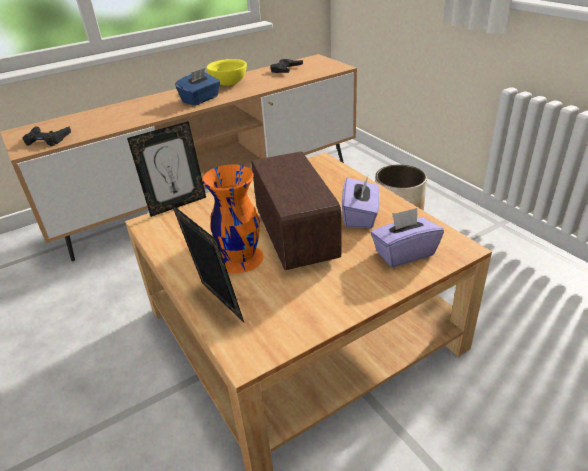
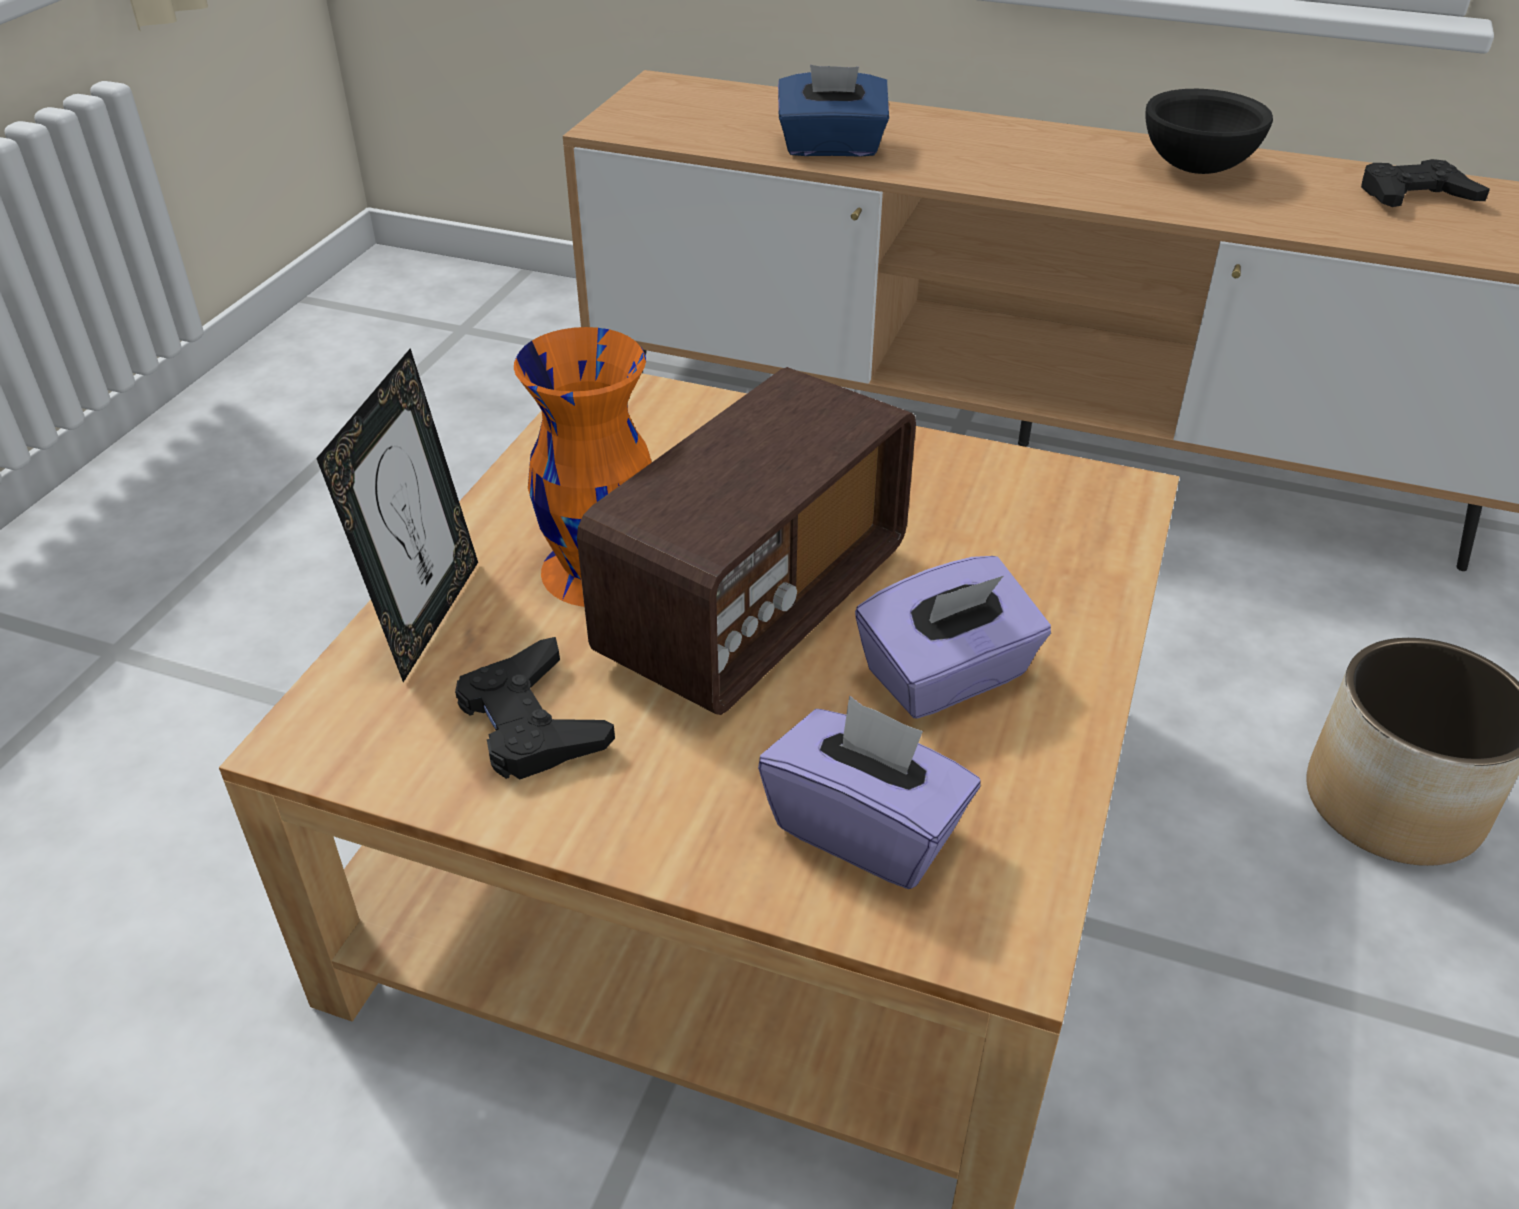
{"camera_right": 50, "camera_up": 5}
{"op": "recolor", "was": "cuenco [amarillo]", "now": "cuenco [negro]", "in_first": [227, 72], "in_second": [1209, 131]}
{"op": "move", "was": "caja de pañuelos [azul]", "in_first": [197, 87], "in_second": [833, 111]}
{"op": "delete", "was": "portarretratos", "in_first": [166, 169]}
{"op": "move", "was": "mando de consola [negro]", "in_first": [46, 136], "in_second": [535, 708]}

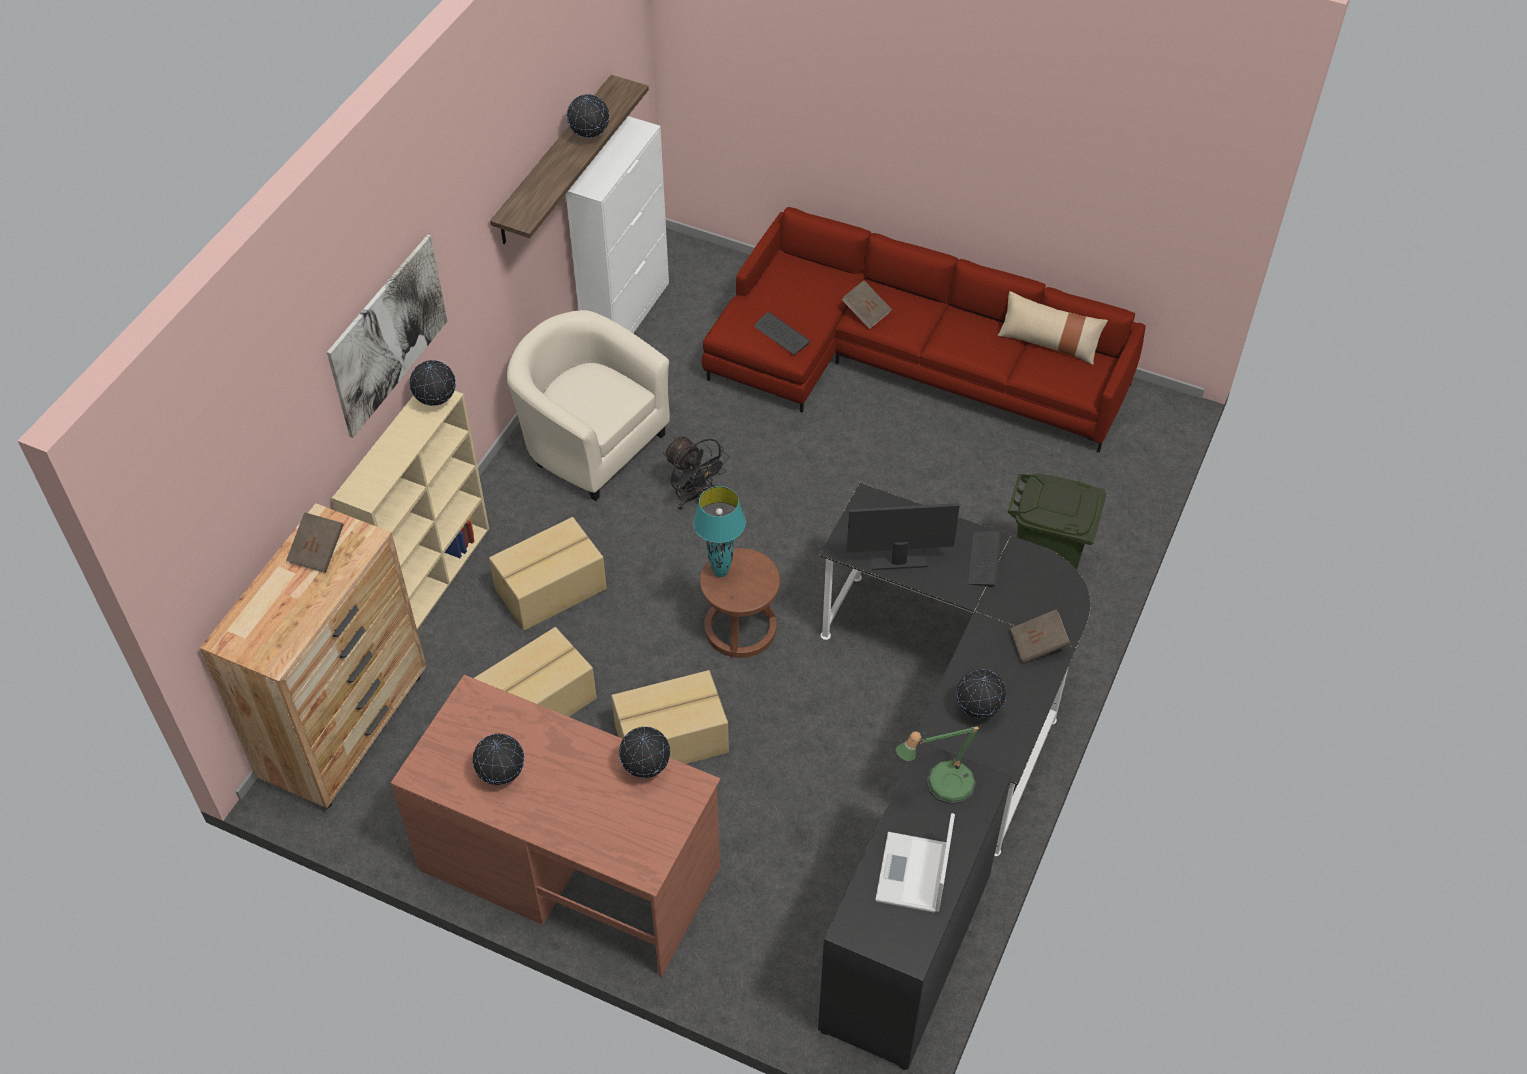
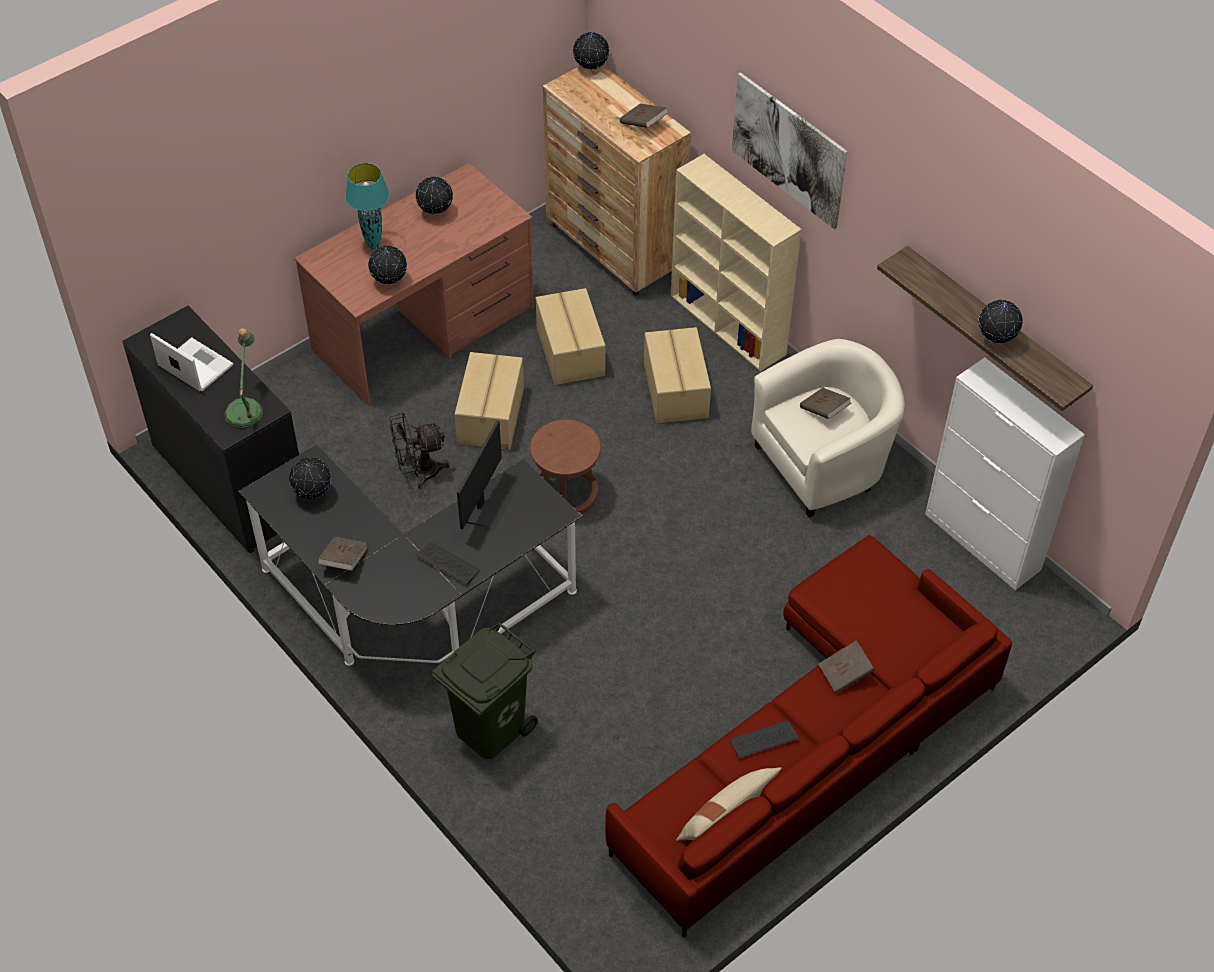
{"camera_right": 115, "camera_up": 0}
{"op": "move", "was": "teclado", "in_first": [782, 333], "in_second": [764, 739]}
{"op": "move", "was": "globo terráqueo", "in_first": [433, 383], "in_second": [591, 51]}
{"op": "move", "was": "ventilador [negro]", "in_first": [696, 473], "in_second": [419, 451]}
{"op": "move", "was": "lámpara de mesa [turquesa]", "in_first": [719, 531], "in_second": [367, 206]}
{"op": "insert", "now": "libro [marrón]", "in_second": [826, 403]}

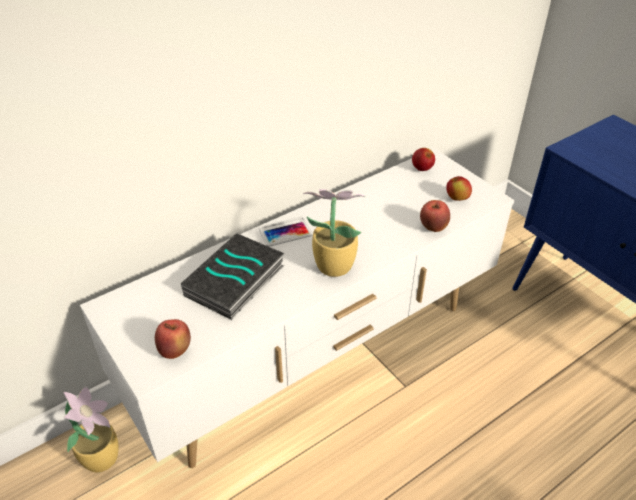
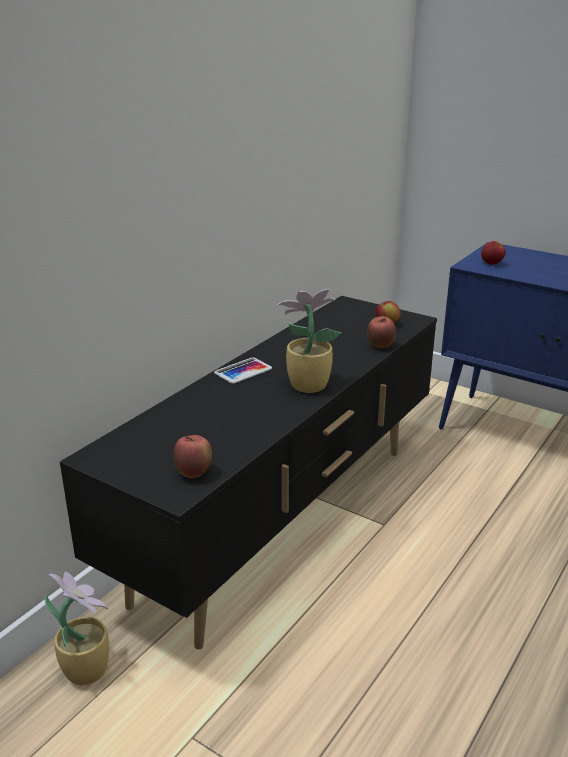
{"camera_right": -20, "camera_up": -15}
{"op": "recolor", "was": "mueble de televisión [blanco]", "now": "mueble de televisión [negro]", "in_first": [297, 308], "in_second": [248, 473]}
{"op": "move", "was": "manzana", "in_first": [423, 159], "in_second": [493, 253]}
{"op": "delete", "was": "libro", "in_first": [232, 276]}

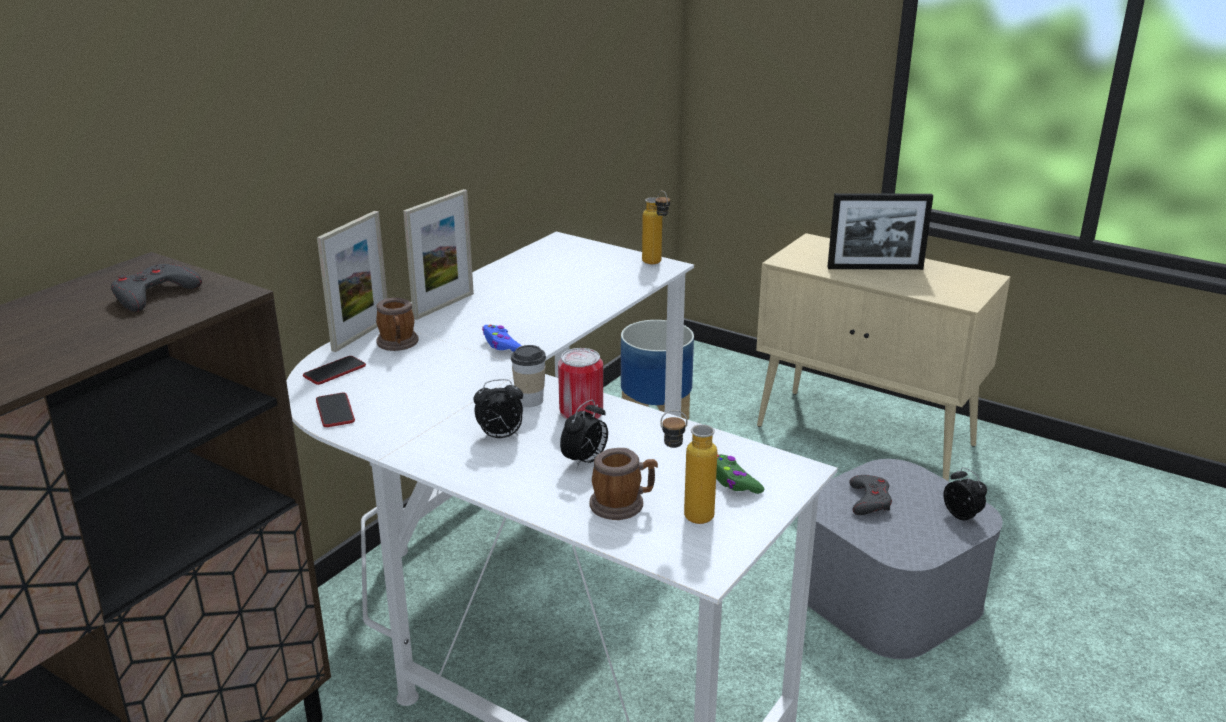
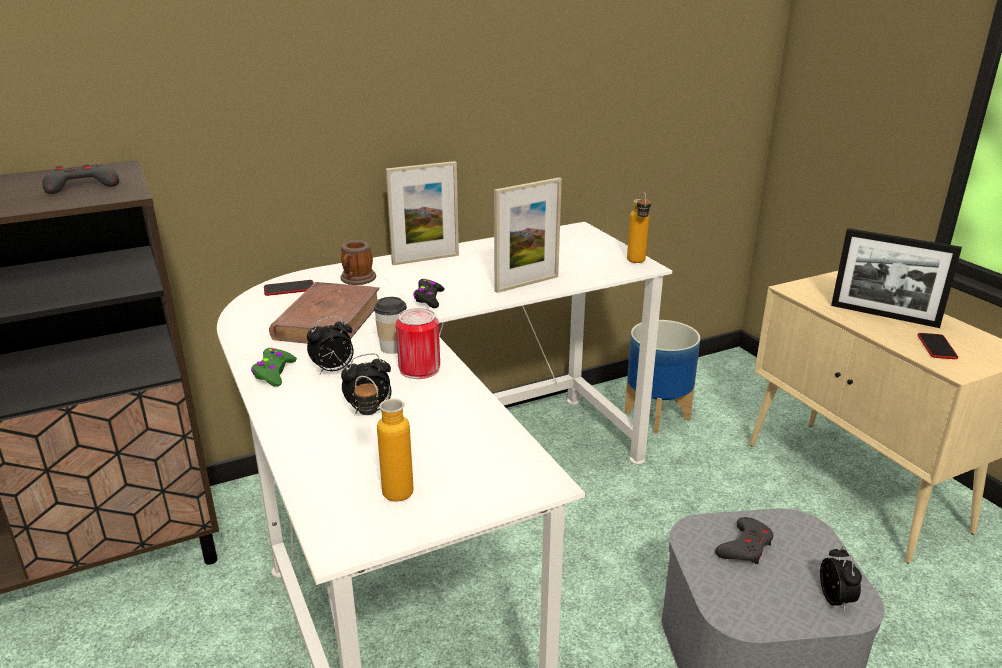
{"camera_right": 30, "camera_up": 0}
{"op": "move", "was": "portarretratos", "in_first": [352, 281], "in_second": [528, 235]}
{"op": "recolor", "was": "mando de consola [azul]", "now": "mando de consola [negro]", "in_first": [501, 338], "in_second": [429, 293]}
{"op": "rotate", "was": "despertador", "in_first": [498, 409], "in_second": [330, 345], "clockwise": -45}
{"op": "move", "was": "móvil", "in_first": [335, 410], "in_second": [938, 346]}
{"op": "delete", "was": "taza grande", "in_first": [623, 484]}
{"op": "move", "was": "mando de consola [verde]", "in_first": [740, 474], "in_second": [274, 367]}
{"op": "insert", "now": "libro [marrón]", "in_second": [324, 313]}

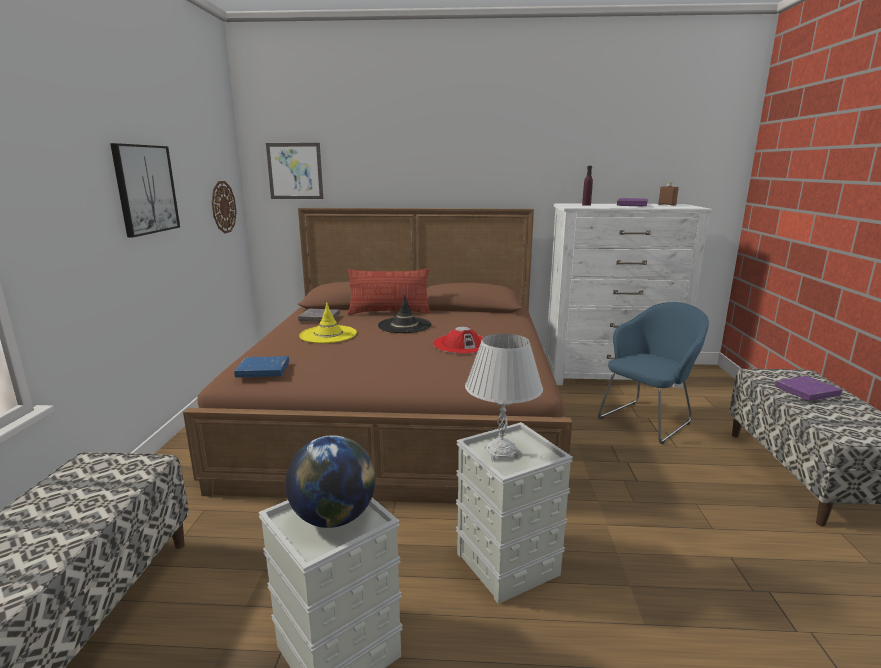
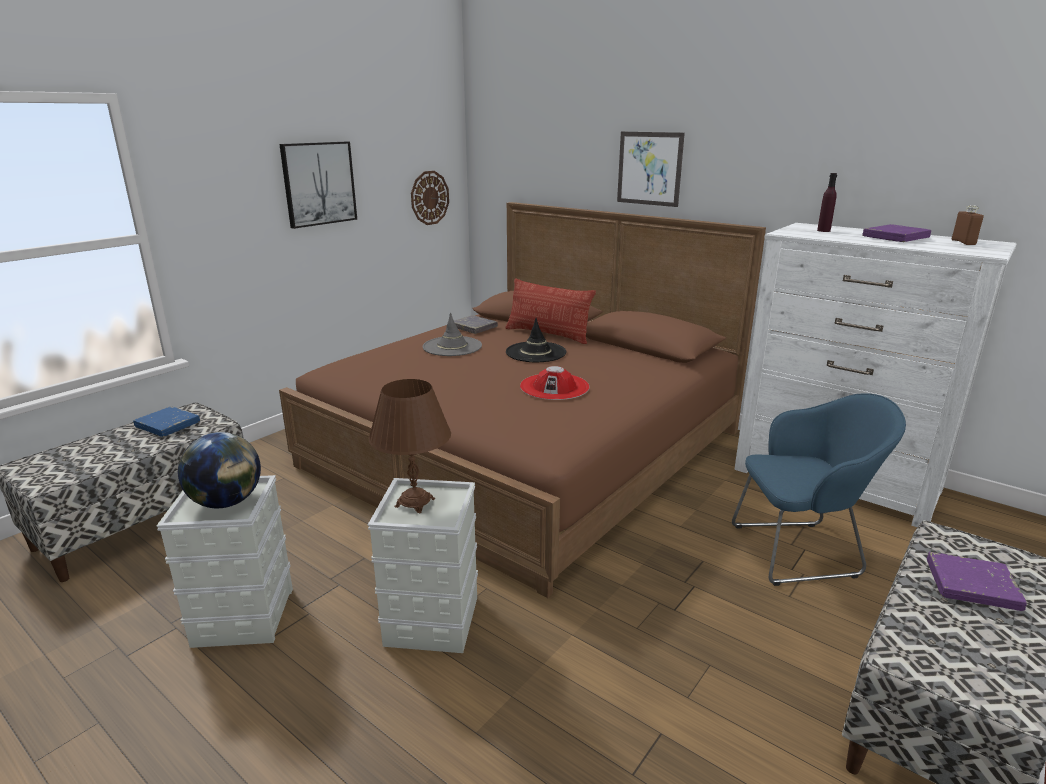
{"camera_right": 35, "camera_up": 5}
{"op": "move", "was": "cuadro", "in_first": [294, 171], "in_second": [651, 169]}
{"op": "recolor", "was": "sombrero [amarillo]", "now": "sombrero [gris]", "in_first": [328, 322], "in_second": [452, 334]}
{"op": "recolor", "was": "lámpara de mesa [blanco]", "now": "lámpara de mesa [marrón]", "in_first": [504, 397], "in_second": [410, 446]}
{"op": "move", "was": "libro [azul]", "in_first": [261, 367], "in_second": [166, 421]}

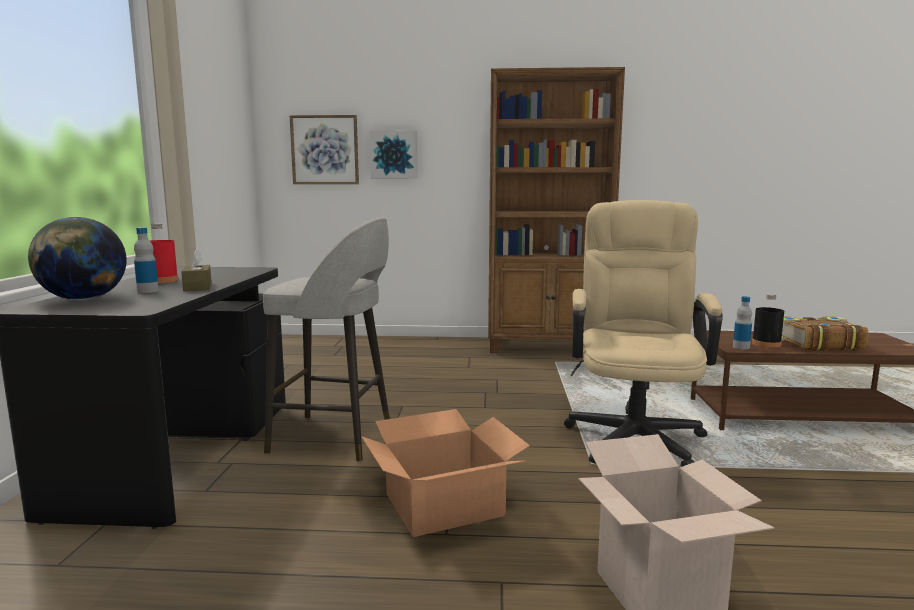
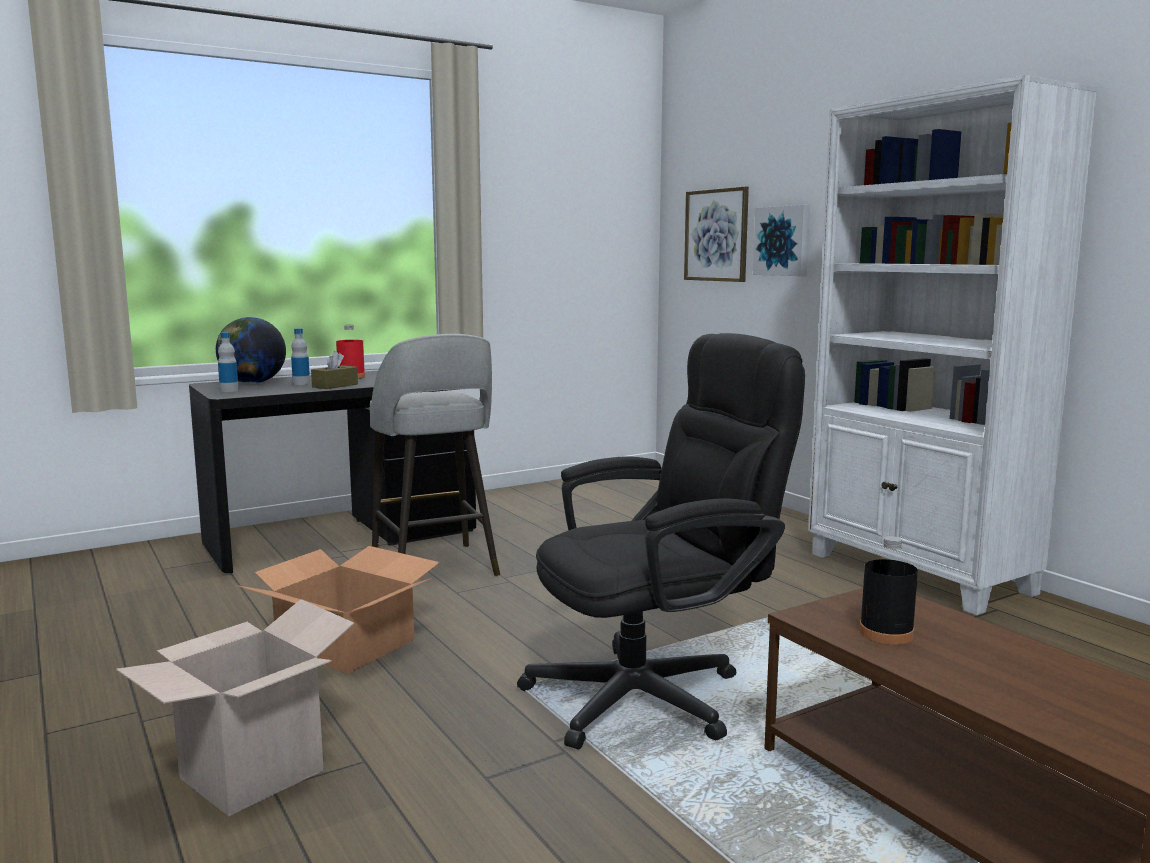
{"camera_right": 55, "camera_up": 0}
{"op": "recolor", "was": "estantería [marrón]", "now": "estantería [blanco]", "in_first": [556, 210], "in_second": [953, 345]}
{"op": "recolor", "was": "silla de oficina [beis]", "now": "silla de oficina [negro]", "in_first": [643, 333], "in_second": [661, 541]}
{"op": "move", "was": "botella", "in_first": [742, 322], "in_second": [228, 362]}
{"op": "delete", "was": "libro", "in_first": [824, 333]}

